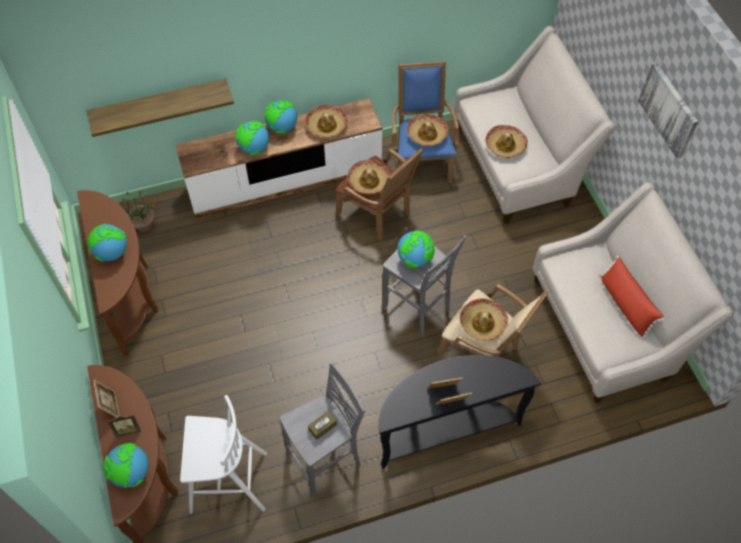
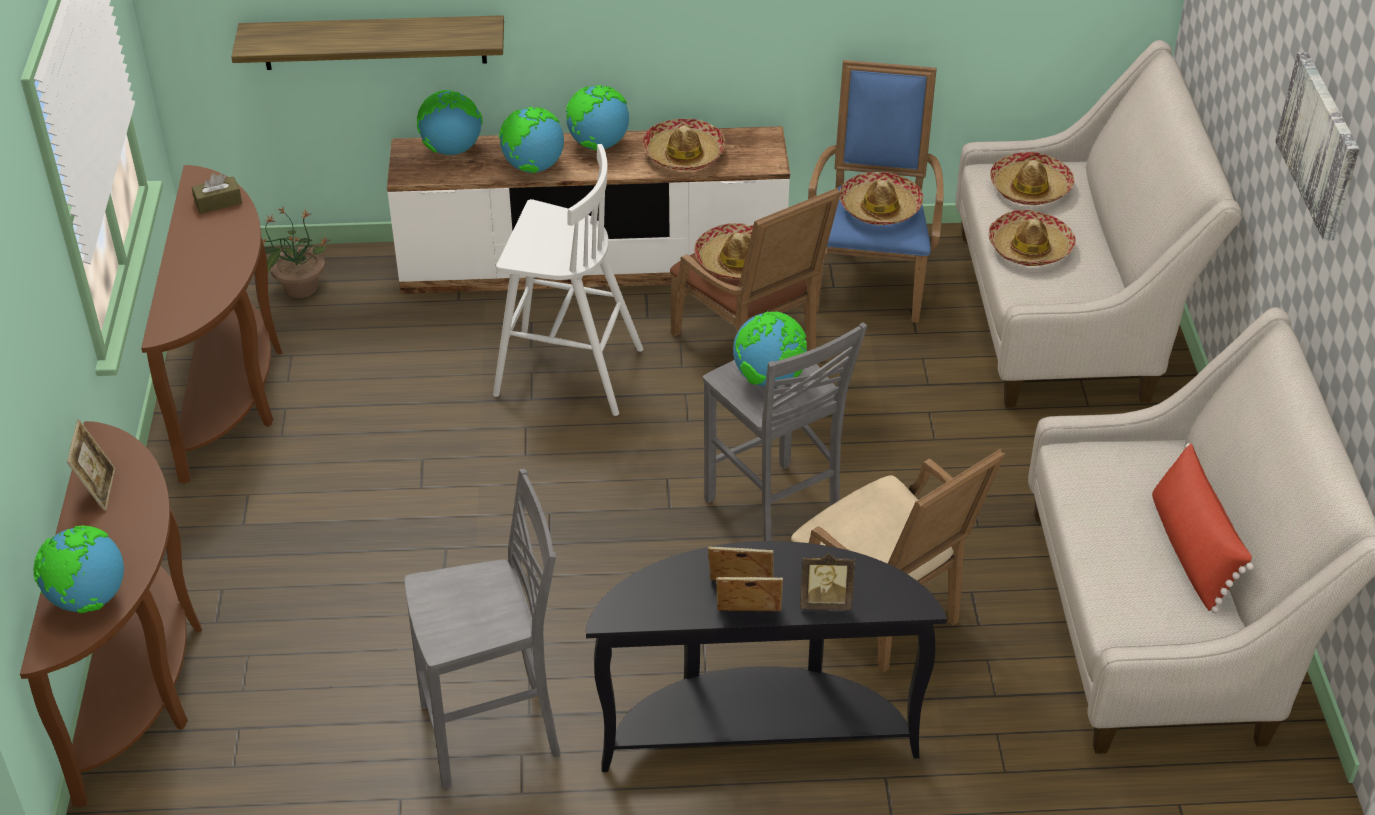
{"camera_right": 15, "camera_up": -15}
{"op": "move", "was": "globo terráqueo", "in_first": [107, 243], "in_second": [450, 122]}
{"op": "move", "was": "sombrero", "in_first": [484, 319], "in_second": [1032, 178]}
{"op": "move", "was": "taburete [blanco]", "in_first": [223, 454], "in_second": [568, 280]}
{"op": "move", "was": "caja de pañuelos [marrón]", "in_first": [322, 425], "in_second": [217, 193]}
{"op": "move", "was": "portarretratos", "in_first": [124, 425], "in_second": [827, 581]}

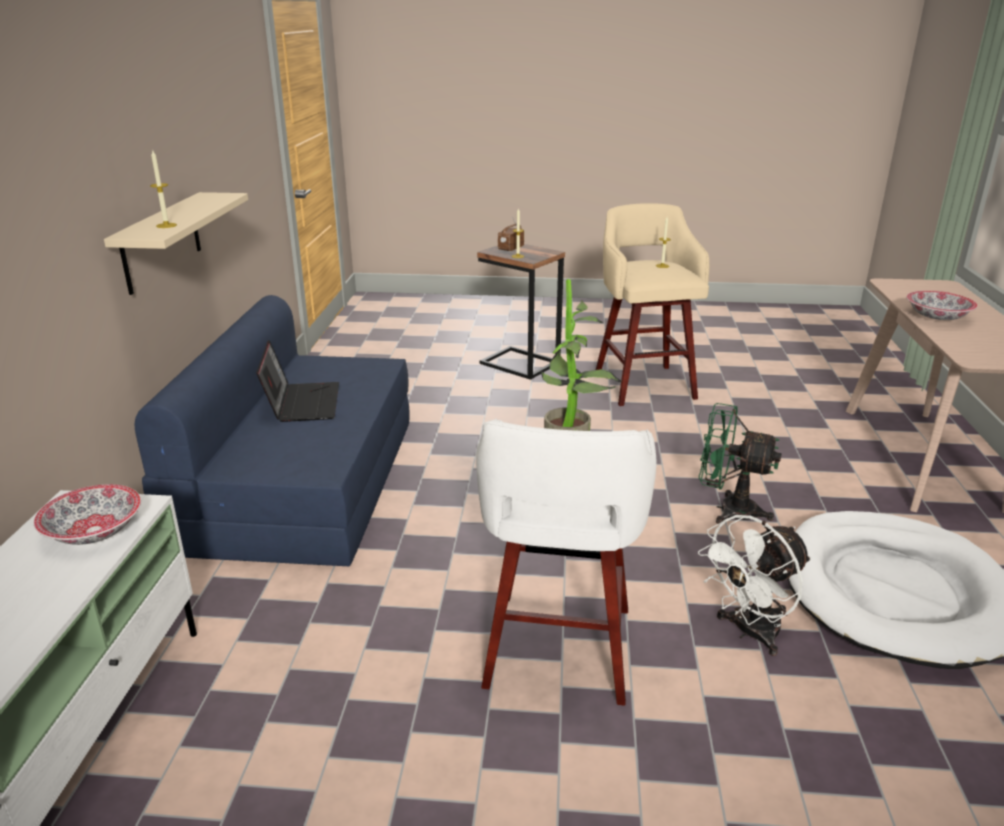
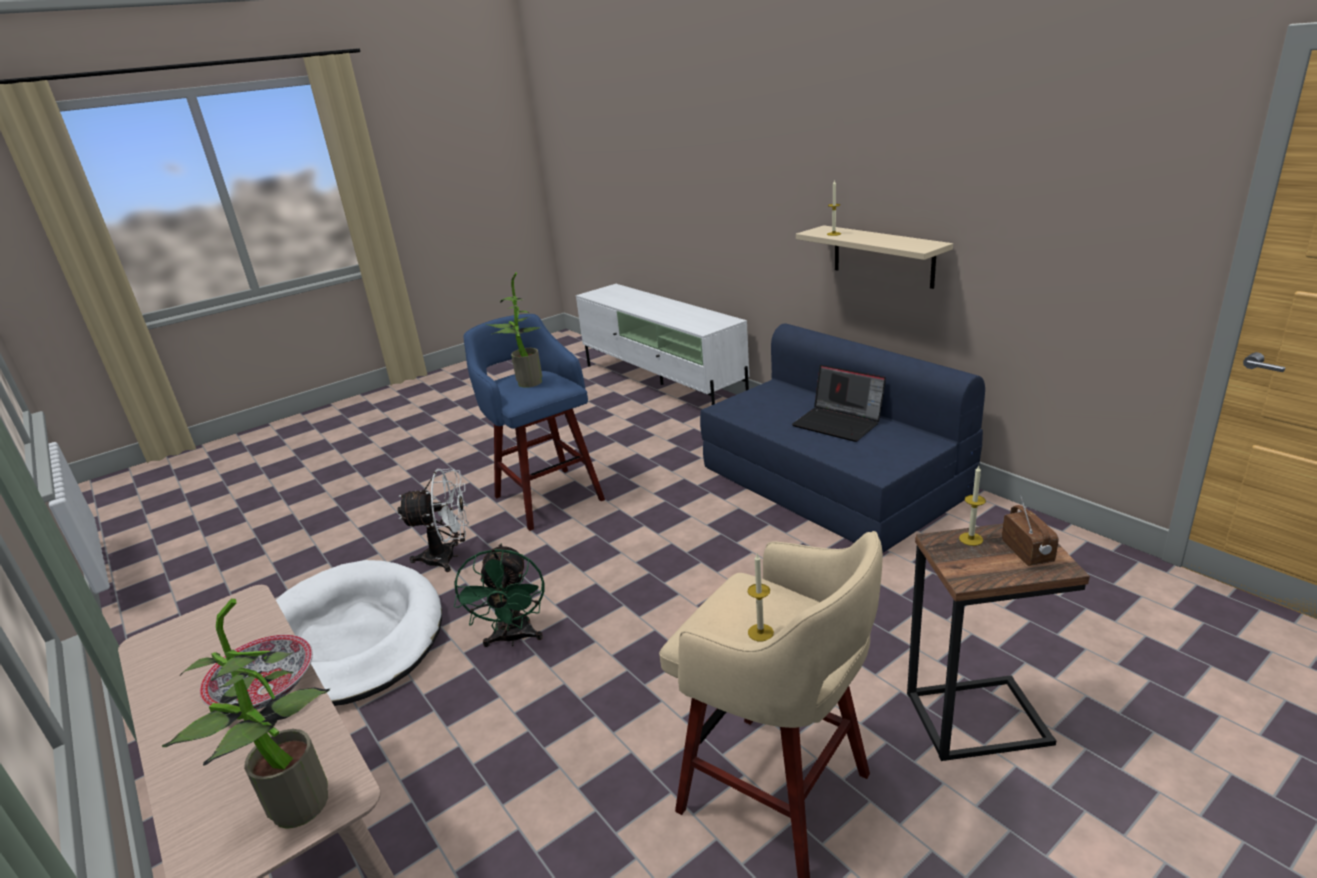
{"camera_right": 140, "camera_up": 0}
{"op": "rotate", "was": "ventilador [verde]", "in_first": [740, 463], "in_second": [499, 595], "clockwise": 105}
{"op": "recolor", "was": "taburete [blanco]", "now": "taburete [azul]", "in_first": [566, 562], "in_second": [534, 422]}
{"op": "delete", "was": "cuenco", "in_first": [87, 514]}
{"op": "rotate", "was": "ventilador [blanco]", "in_first": [754, 585], "in_second": [433, 520], "clockwise": 75}
{"op": "insert", "now": "planta en maceta", "in_second": [246, 714]}

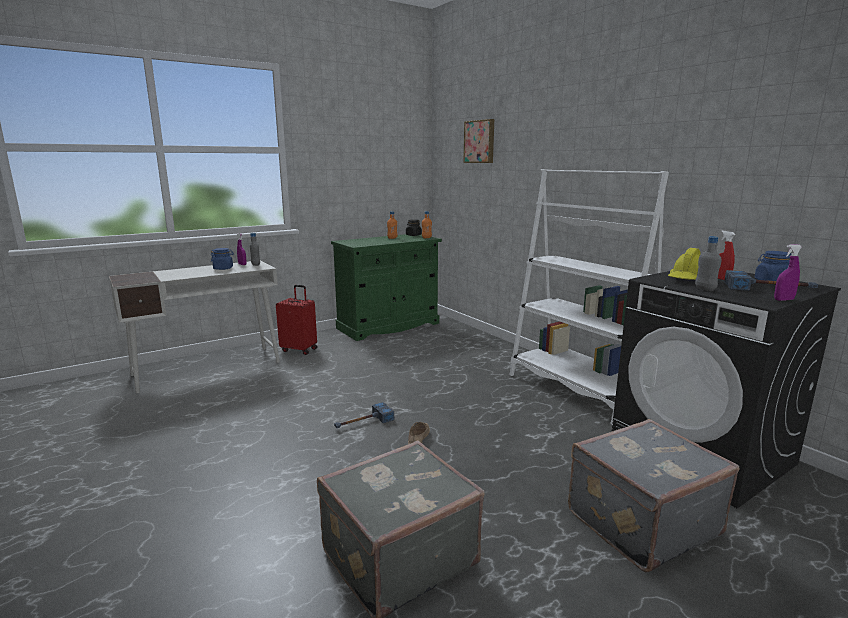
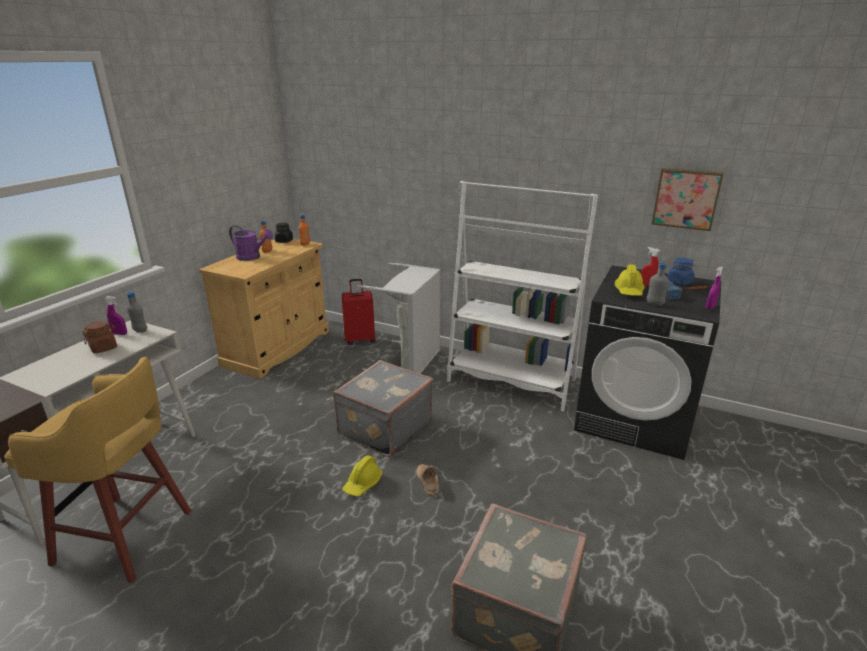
{"camera_right": -30, "camera_up": 10}
{"op": "move", "was": "cuadro", "in_first": [478, 141], "in_second": [688, 199]}
{"op": "recolor", "was": "armario [verde]", "now": "armario [beis]", "in_first": [386, 287], "in_second": [264, 309]}
{"op": "recolor", "was": "tarro [azul]", "now": "tarro [marrón]", "in_first": [222, 259], "in_second": [99, 337]}
{"op": "move", "was": "maleta [rojo]", "in_first": [296, 320], "in_second": [359, 312]}
{"op": "replace", "was": "martillo", "now": "casco [amarillo]", "in_first": [364, 415], "in_second": [362, 476]}
{"op": "move", "was": "maleta [gris]", "in_first": [653, 495], "in_second": [383, 408]}
{"op": "insert", "now": "regadera [morado]", "in_second": [251, 243]}
{"op": "insert", "now": "cesto de la ropa [gris]", "in_second": [398, 318]}
{"op": "insert", "now": "taburete [amarillo]", "in_second": [97, 469]}

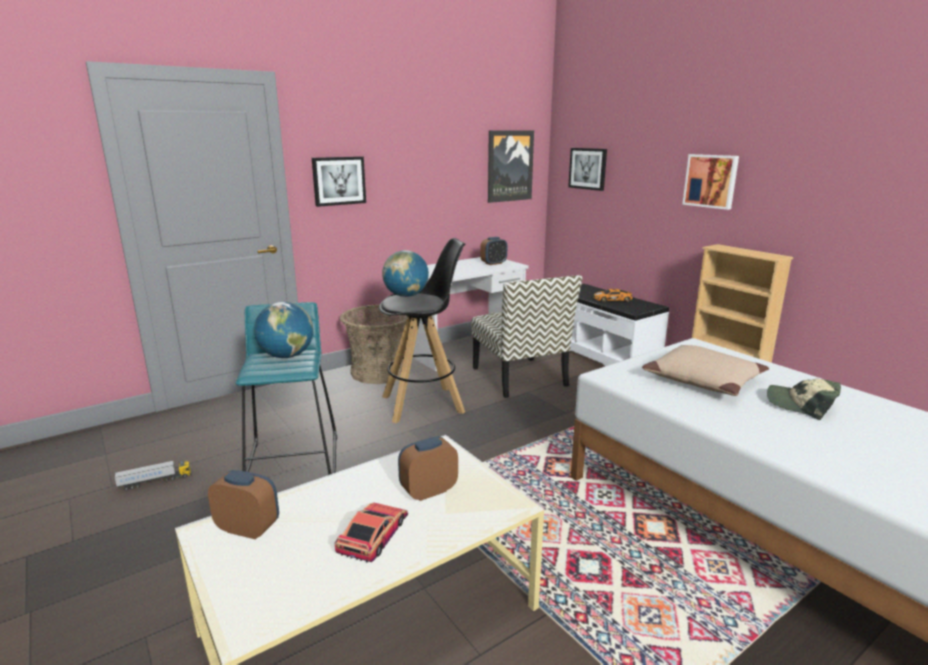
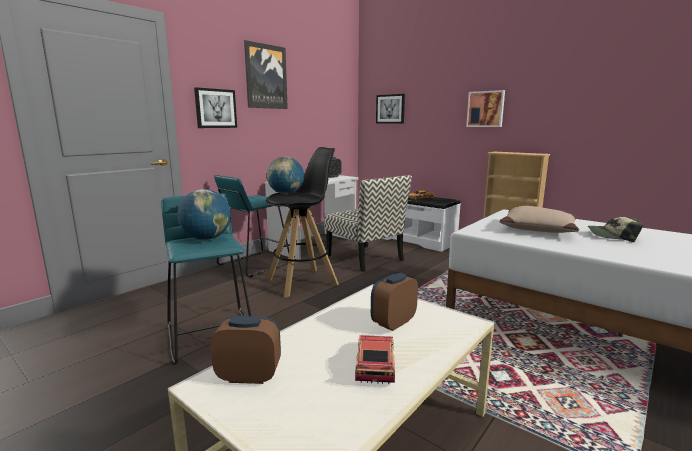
{"camera_right": -15, "camera_up": -5}
{"op": "move", "was": "cuadro", "in_first": [511, 166], "in_second": [266, 74]}
{"op": "replace", "was": "cesta", "now": "taburete [turquesa]", "in_first": [374, 344], "in_second": [251, 226]}
{"op": "delete", "was": "camión de juguete", "in_first": [153, 475]}

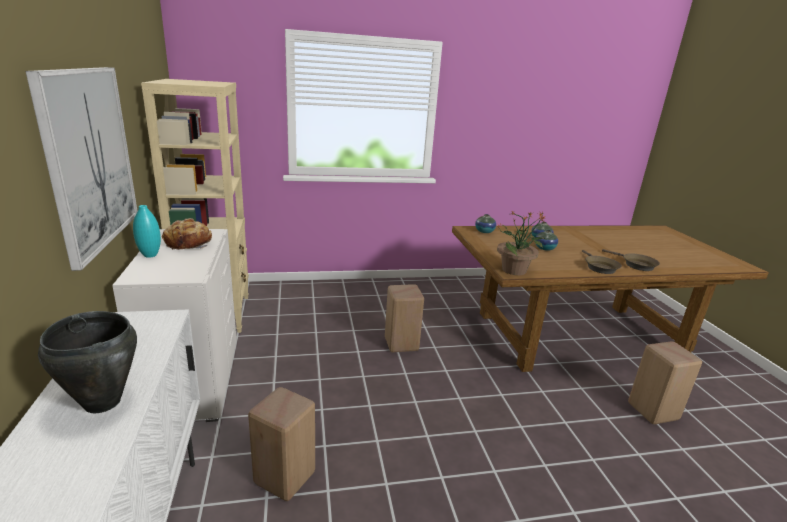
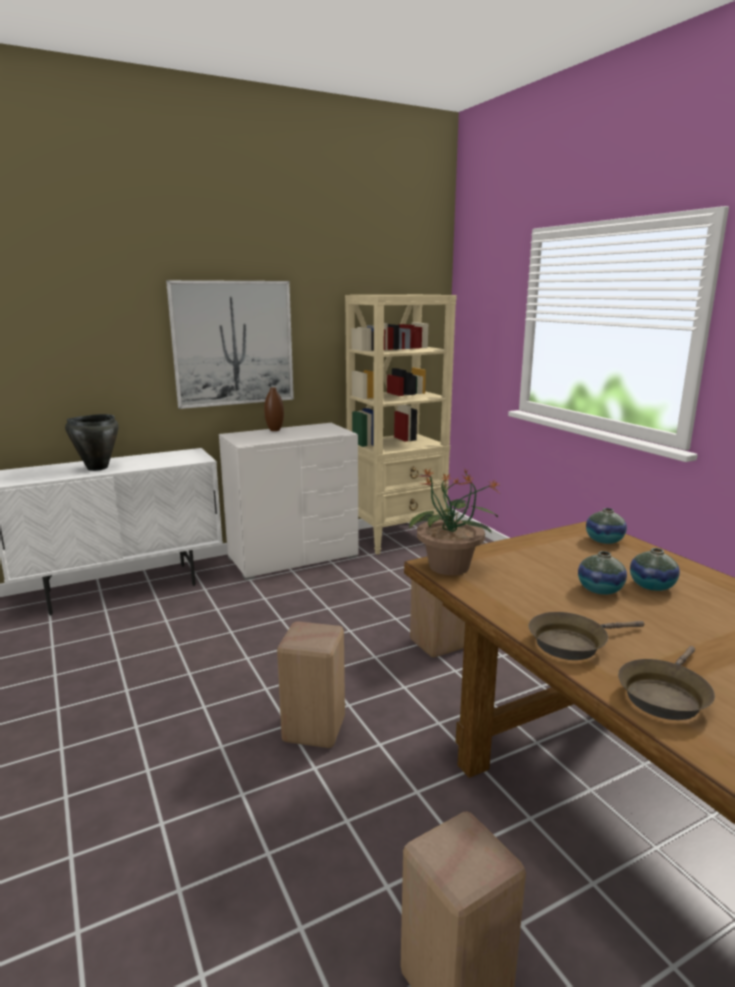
{"camera_right": 75, "camera_up": -5}
{"op": "recolor", "was": "florero [turquesa]", "now": "florero [marrón]", "in_first": [147, 231], "in_second": [274, 409]}
{"op": "delete", "was": "pan", "in_first": [187, 234]}
{"op": "move", "was": "taburete [beis]", "in_first": [281, 444], "in_second": [311, 684]}

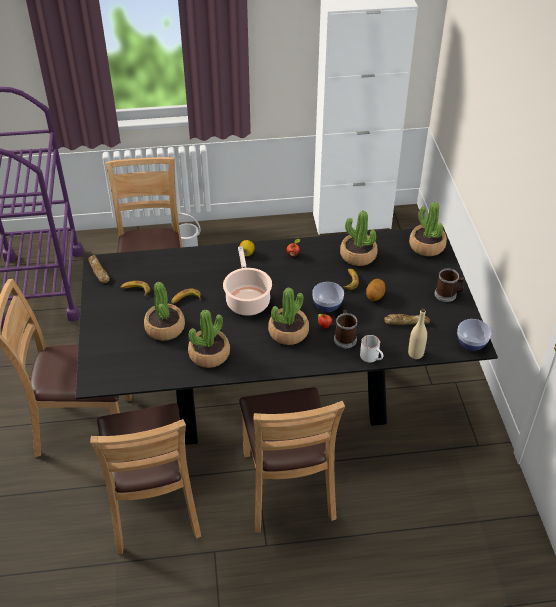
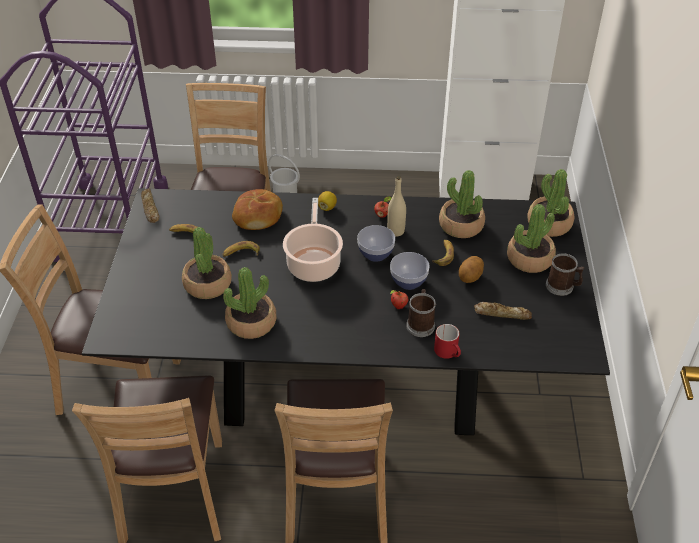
{"camera_right": 10, "camera_up": 0}
{"op": "move", "was": "planta en maceta", "in_first": [288, 316], "in_second": [531, 238]}
{"op": "move", "was": "botella [beis]", "in_first": [417, 333], "in_second": [396, 206]}
{"op": "move", "was": "cuenco", "in_first": [474, 335], "in_second": [376, 243]}
{"op": "recolor", "was": "taza grande [blanco]", "now": "taza grande [rojo]", "in_first": [371, 348], "in_second": [447, 341]}
{"op": "insert", "now": "pan", "in_second": [257, 209]}

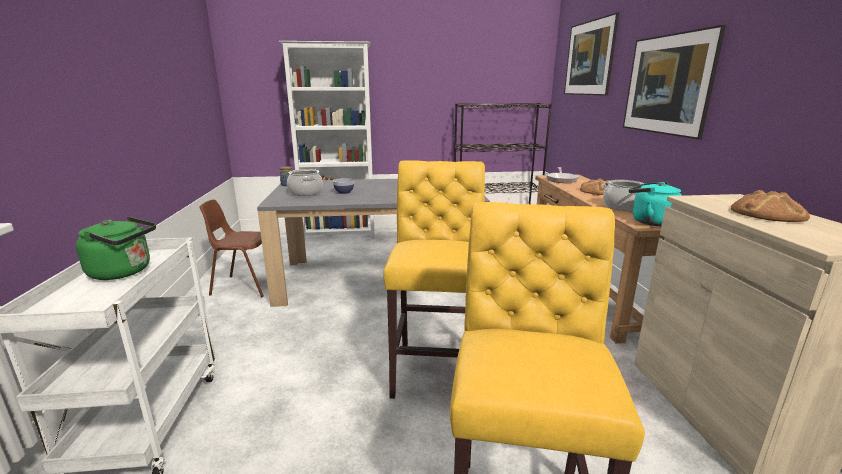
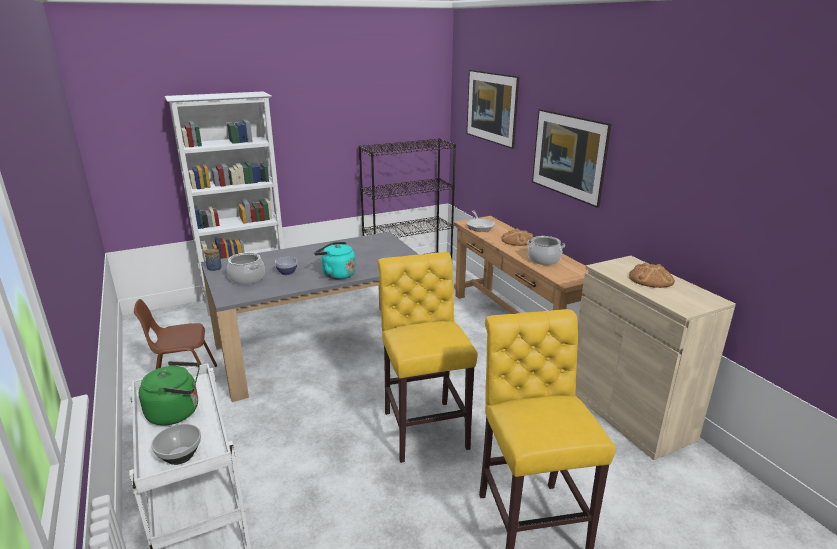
{"camera_right": -20, "camera_up": 5}
{"op": "move", "was": "hervidor [turquesa]", "in_first": [655, 204], "in_second": [335, 260]}
{"op": "insert", "now": "cuenco", "in_second": [176, 444]}

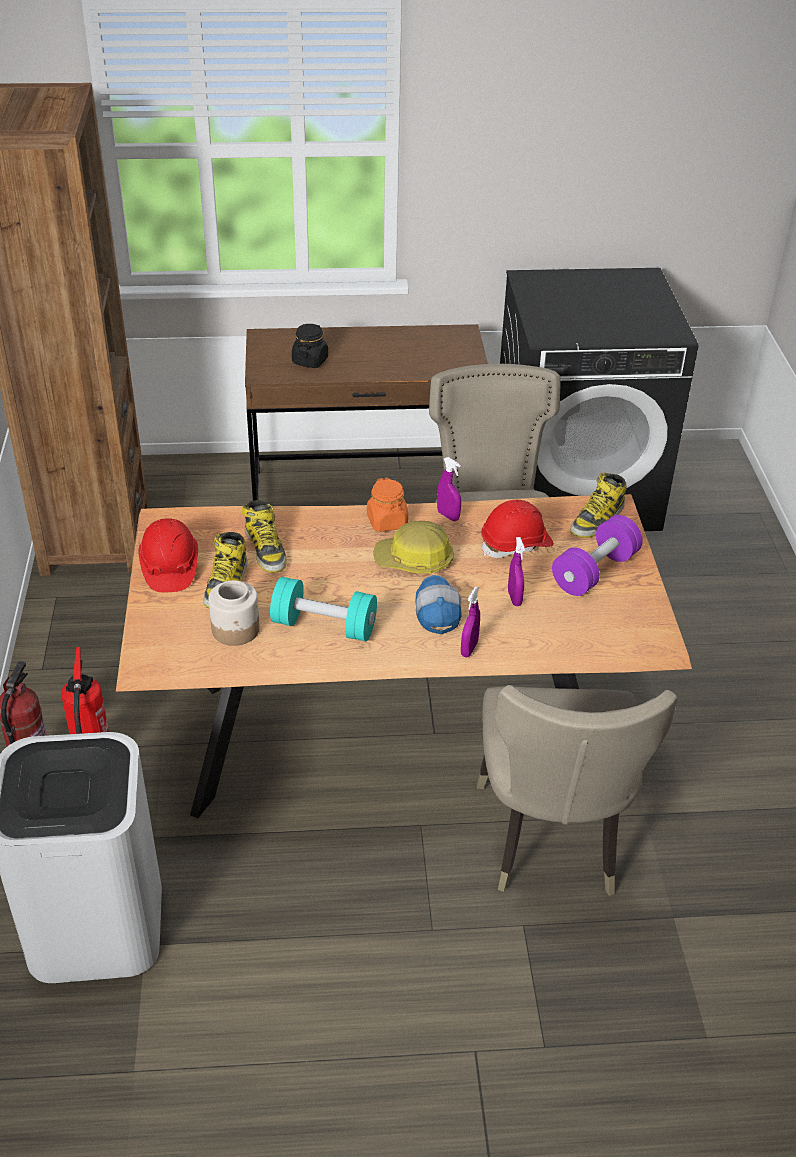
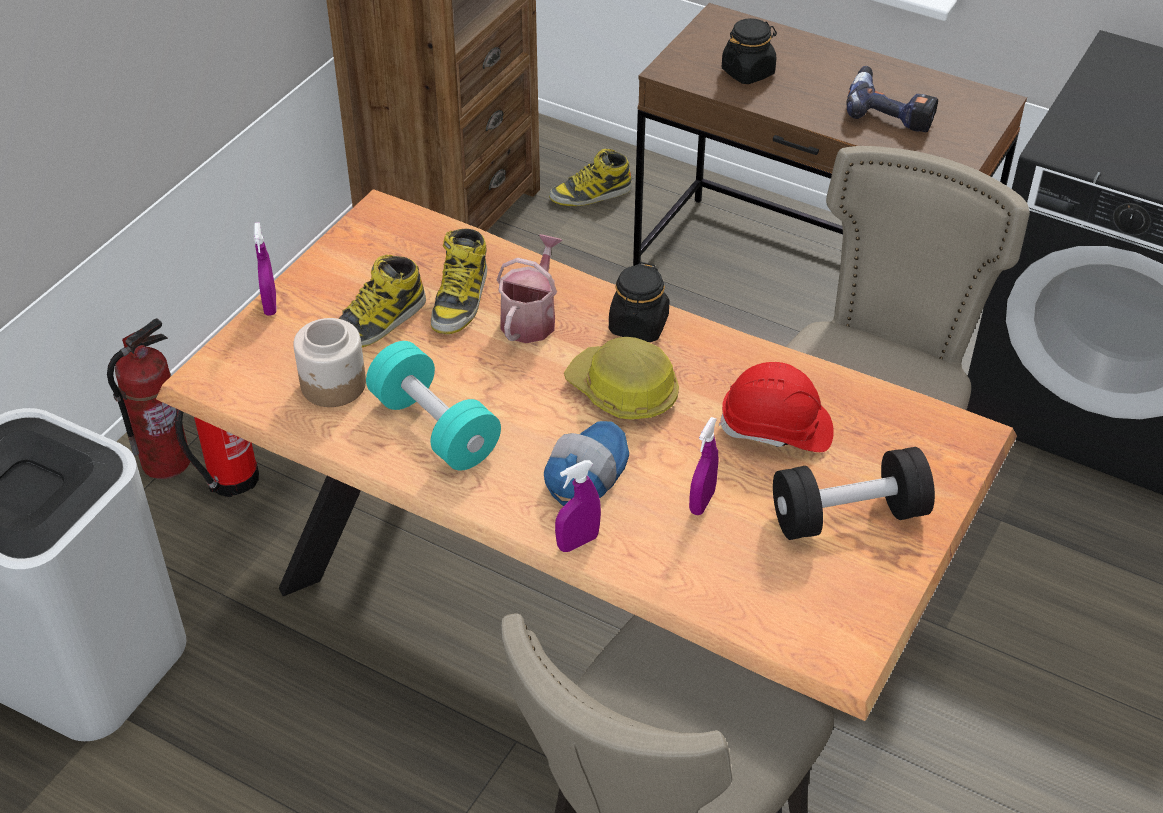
{"camera_right": 35, "camera_up": 5}
{"op": "move", "was": "pulverizador [morado]", "in_first": [449, 489], "in_second": [265, 268]}
{"op": "move", "was": "bota", "in_first": [598, 505], "in_second": [590, 177]}
{"op": "recolor", "was": "tarro [naranja]", "now": "tarro [negro]", "in_first": [387, 505], "in_second": [639, 302]}
{"op": "recolor", "was": "mancuerna [morado]", "now": "mancuerna [negro]", "in_first": [597, 555], "in_second": [854, 493]}
{"op": "delete", "was": "casco [rojo]", "in_first": [168, 555]}
{"op": "insert", "now": "taladro", "in_second": [892, 99]}
{"op": "insert", "now": "regadera", "in_second": [529, 288]}

